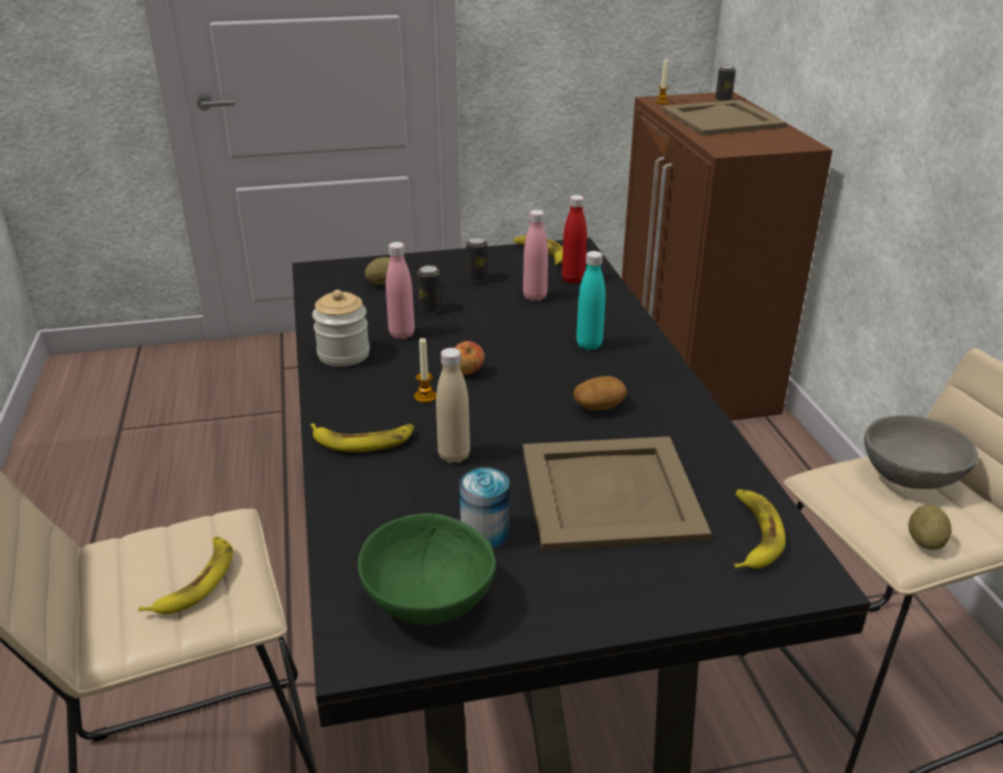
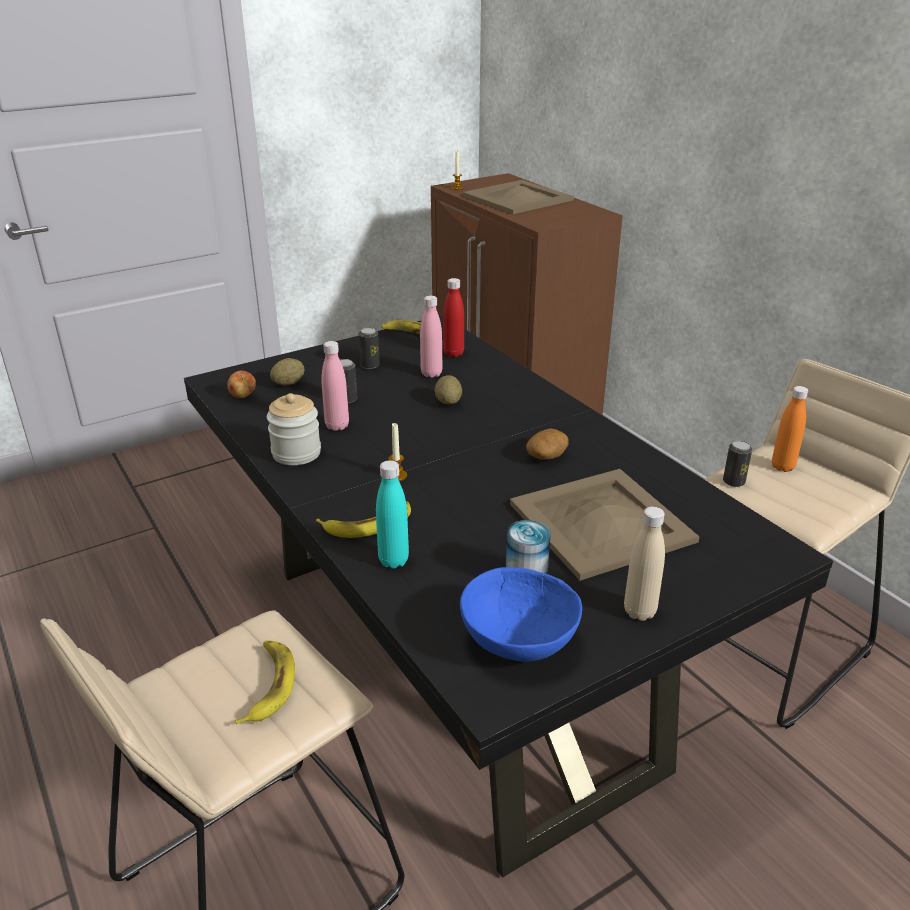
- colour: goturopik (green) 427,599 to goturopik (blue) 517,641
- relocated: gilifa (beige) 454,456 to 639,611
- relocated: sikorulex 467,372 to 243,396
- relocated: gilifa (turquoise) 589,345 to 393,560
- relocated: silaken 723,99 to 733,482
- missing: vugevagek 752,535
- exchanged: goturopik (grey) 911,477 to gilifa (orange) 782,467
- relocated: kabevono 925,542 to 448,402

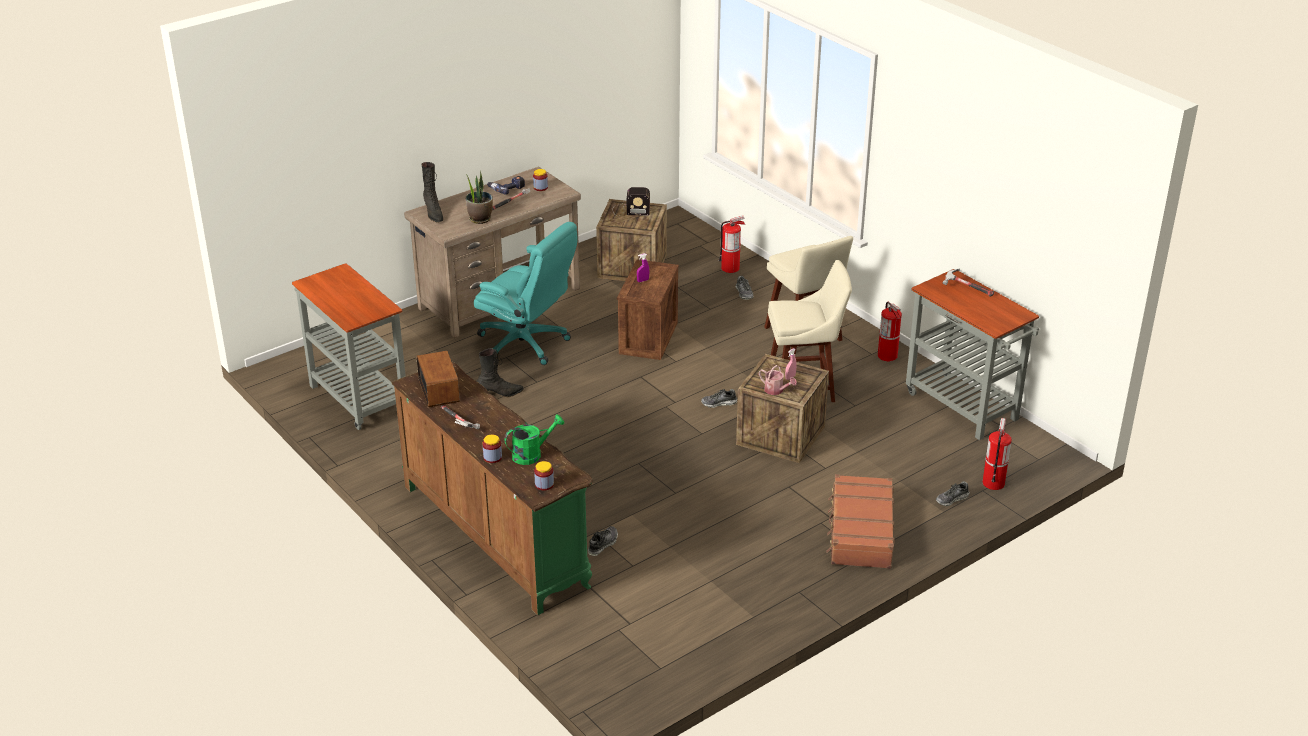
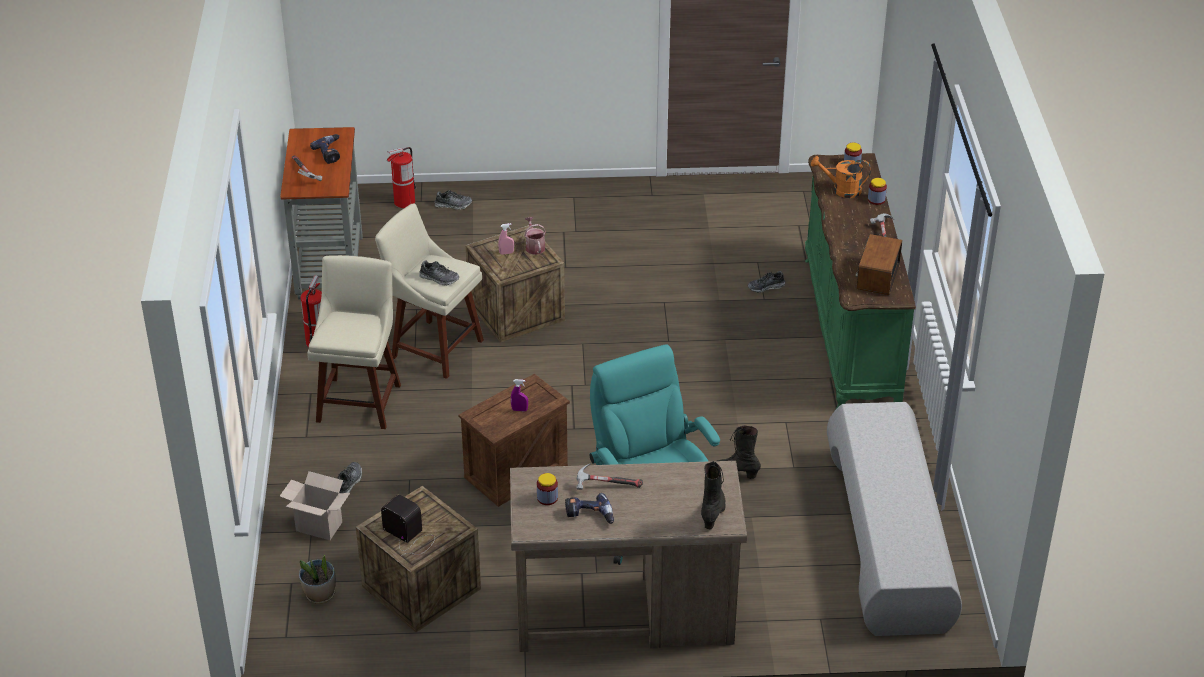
- exchanged: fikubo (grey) 357,398 to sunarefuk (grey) 888,537
- relocated: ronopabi 480,218 to 320,595
- colour: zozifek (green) 532,454 to zozifek (orange) 841,190
- relocated: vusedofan 719,403 to 439,279
- exchanged: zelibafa 730,268 to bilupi 317,527
- missing: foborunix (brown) 860,532
- appeared: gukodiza 331,153

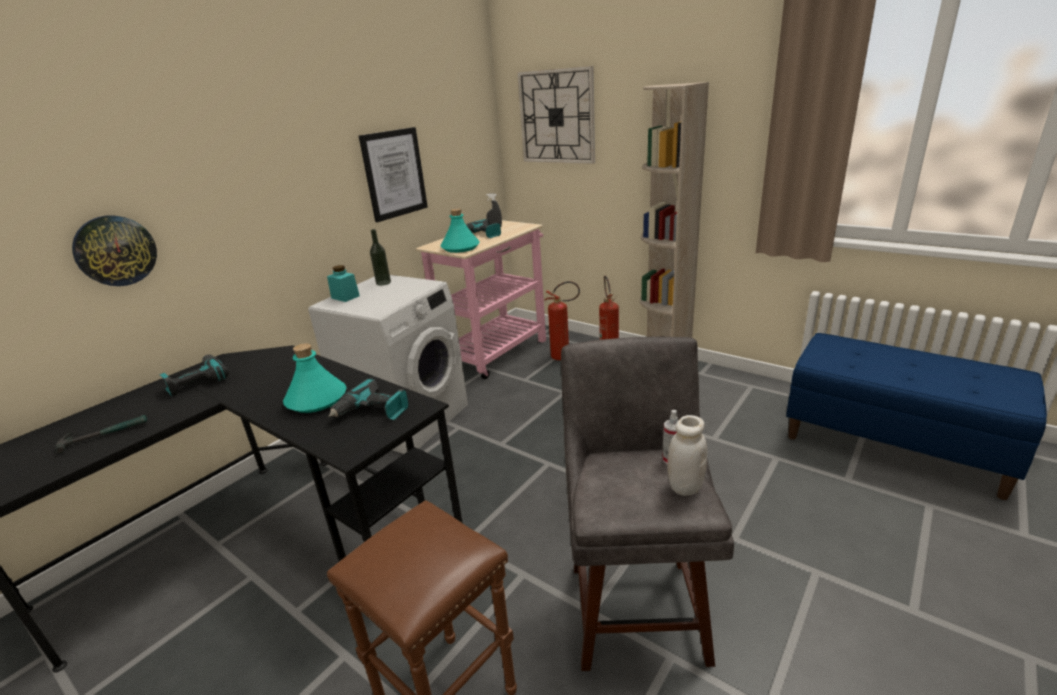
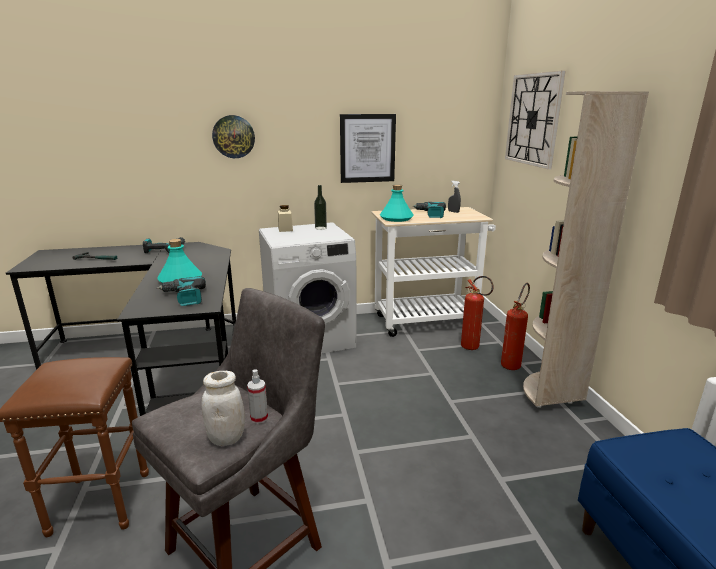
- relocated: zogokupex 115,250 to 233,136
- colour: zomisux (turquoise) 345,297 to zomisux (beige) 285,229
- colour: fikubo (pink) 496,353 to fikubo (white) 426,322

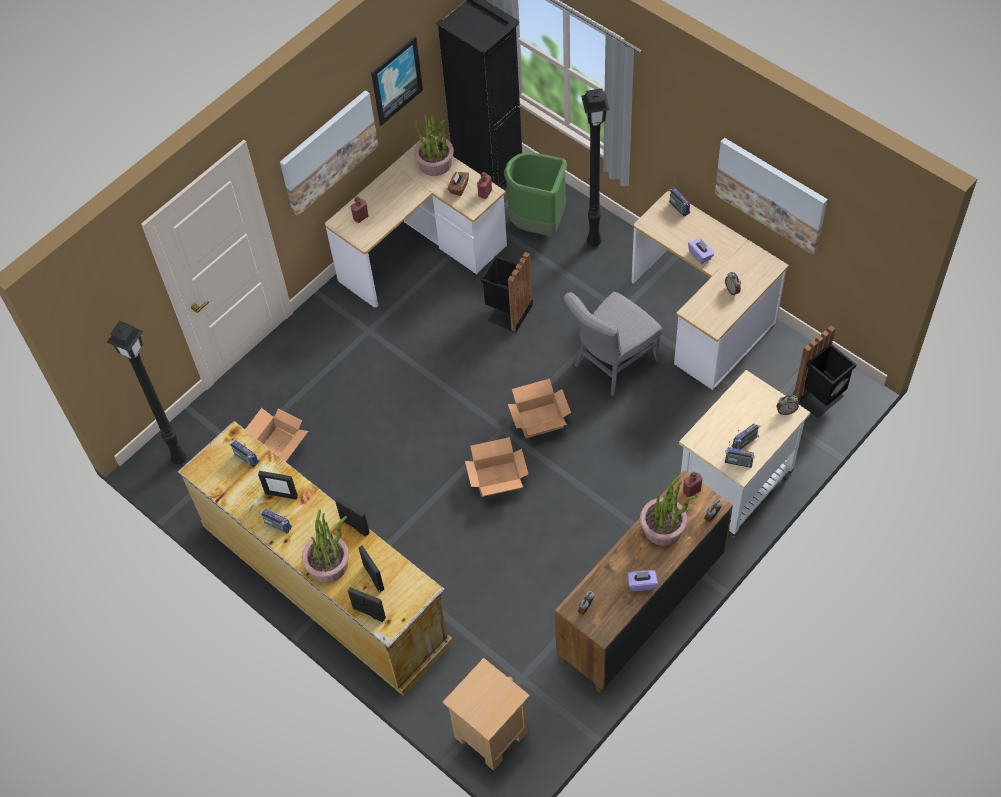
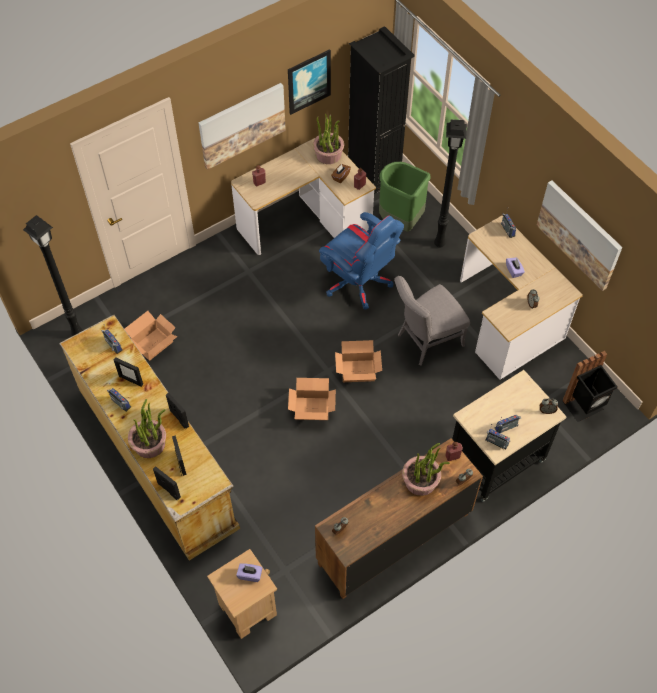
- exchanged: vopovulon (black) 507,312 to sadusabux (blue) 357,282
- relocated: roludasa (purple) 642,584 to 250,575
- colour: fikubo (white) 735,489 to fikubo (black) 496,462

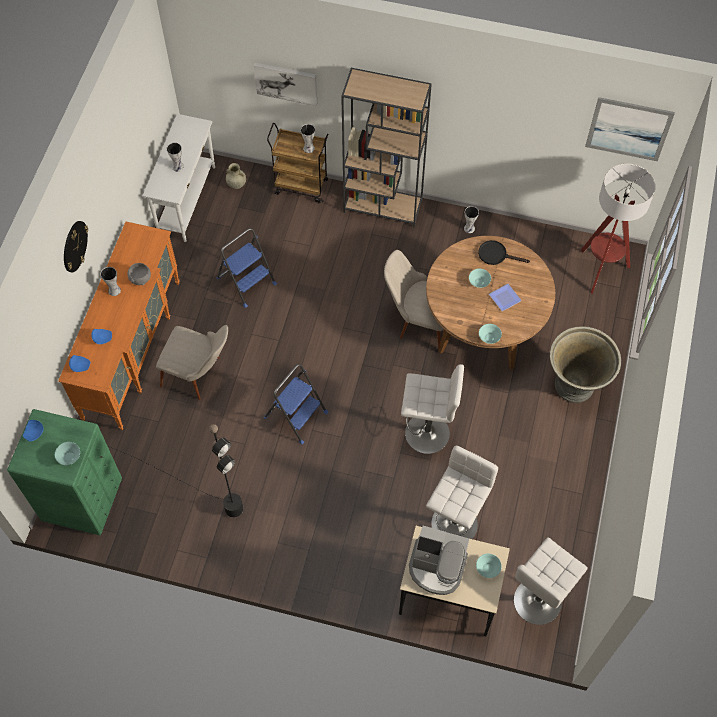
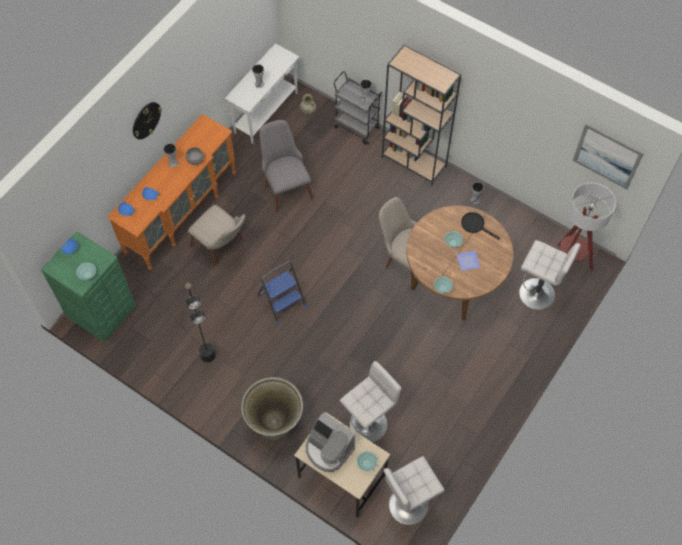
- exchanged: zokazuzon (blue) 245,279 to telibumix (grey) 285,186
- missing: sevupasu 286,82
- colour: fikubo (brown) 301,187 to fikubo (grey) 357,128
- relocated: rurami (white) 427,434 to 537,294
- relocated: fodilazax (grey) 575,386 to 275,425

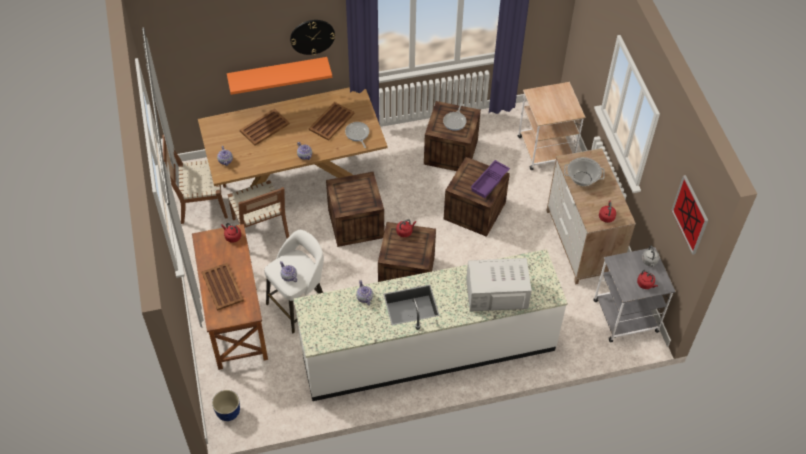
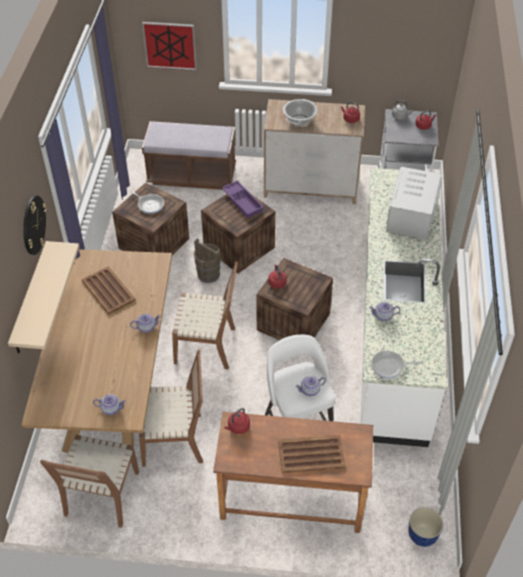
- colour: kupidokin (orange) 278,73 to kupidokin (beige) 30,299
- missing: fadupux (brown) 265,127
- exchanged: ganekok 356,223 to telibumix 208,347
- relocated: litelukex 357,134 to 389,366
- exchanged: fikubo (beige) 546,150 to sunarefuk (brown) 192,176
- relocated: sevupasu 690,214 to 170,45
- appeared: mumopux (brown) 208,274

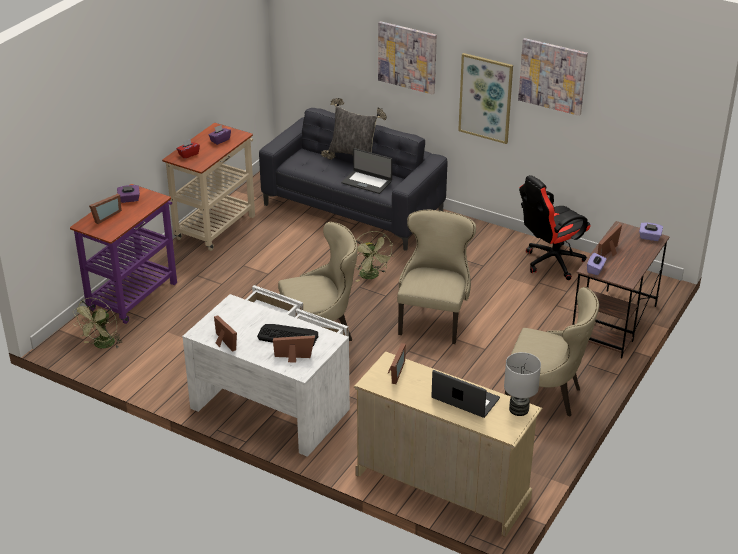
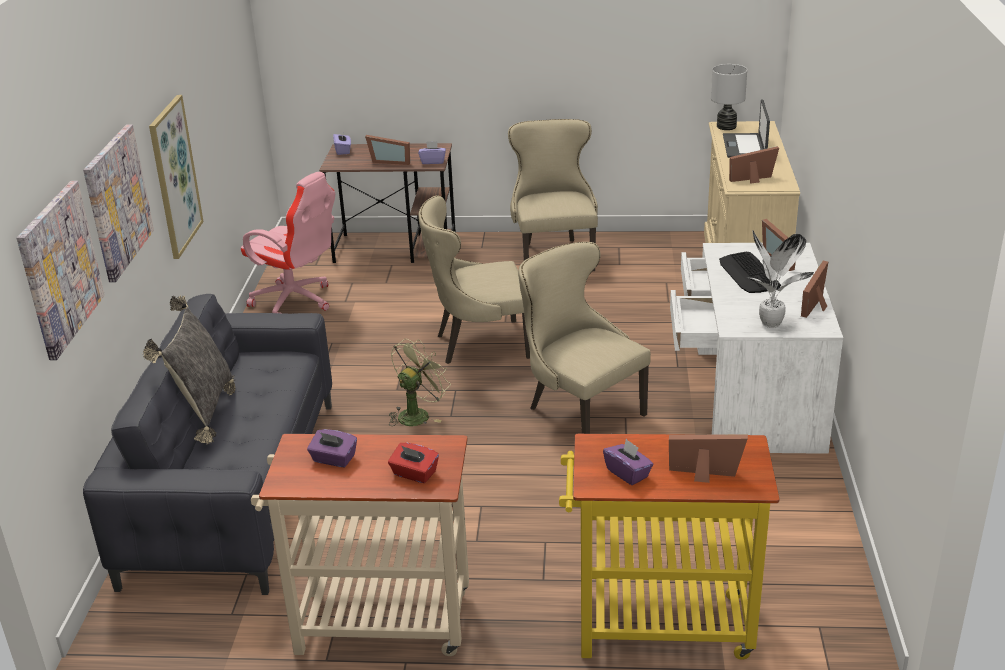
- colour: fikubo (purple) 134,296 to fikubo (yellow) 660,626
- missing: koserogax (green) 102,345
- missing: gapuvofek 367,182
- relocated: sevupasu 552,76 to 59,268
- colour: sadusabux (black) 550,263 to sadusabux (pink) 297,303
- appeared: ronopabi 771,324

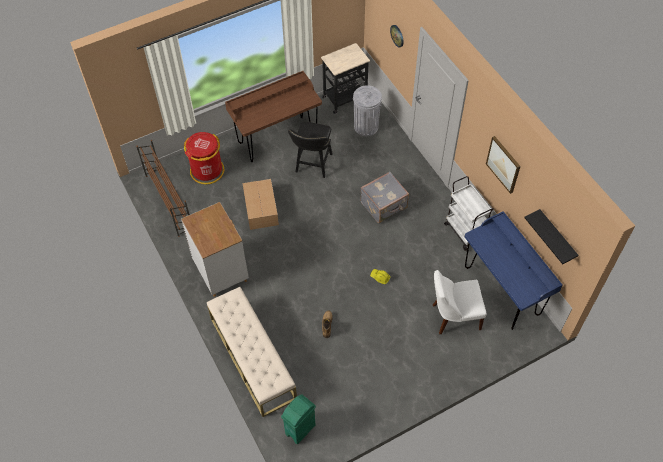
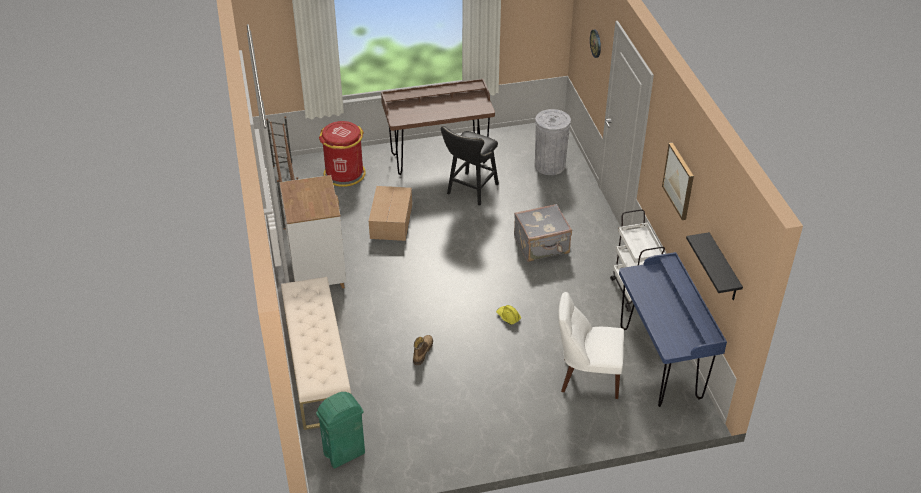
- missing: fikubo 345,98

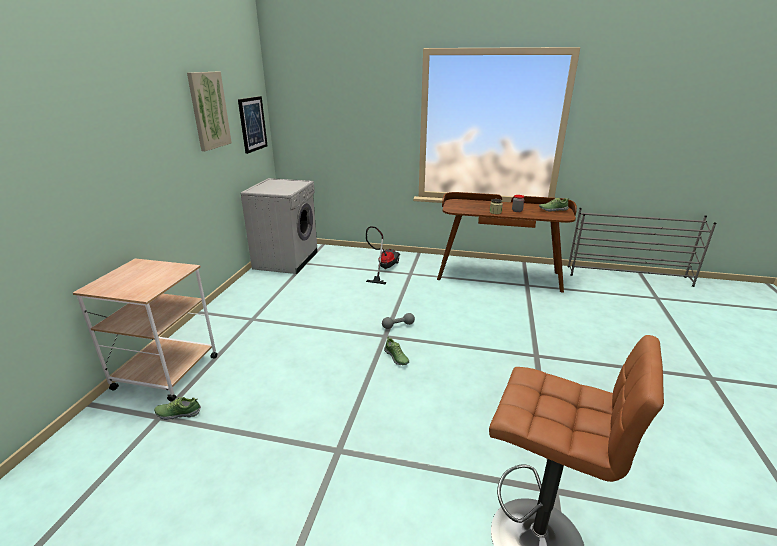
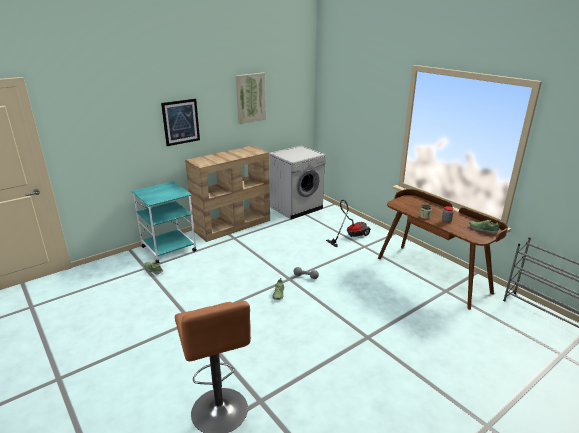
- colour: fikubo (beige) 167,371 to fikubo (turquoise) 169,248
- relocated: sevupasu 252,124 to 180,122
- appeared: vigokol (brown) 232,225

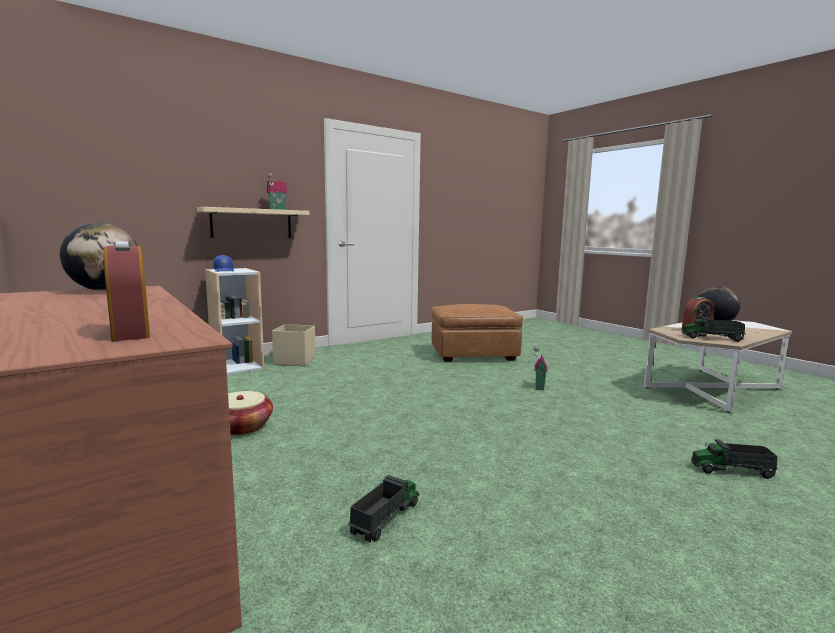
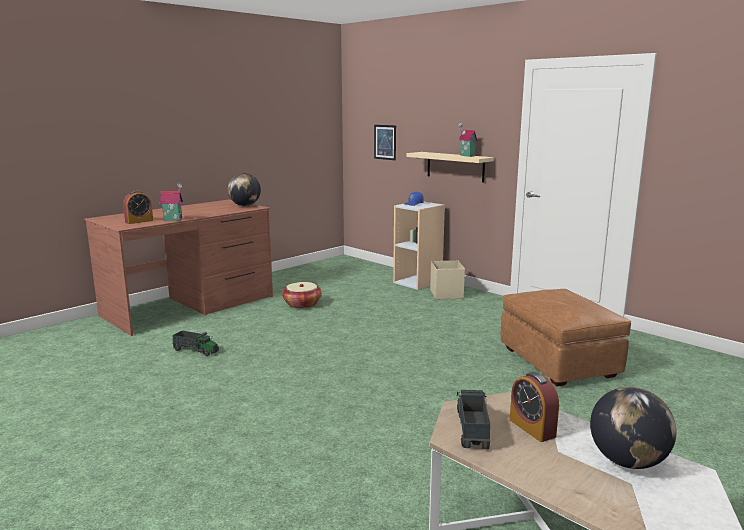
- relocated: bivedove 538,387 to 173,219
- missing: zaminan 731,471
- appeared: sevupasu 385,142

